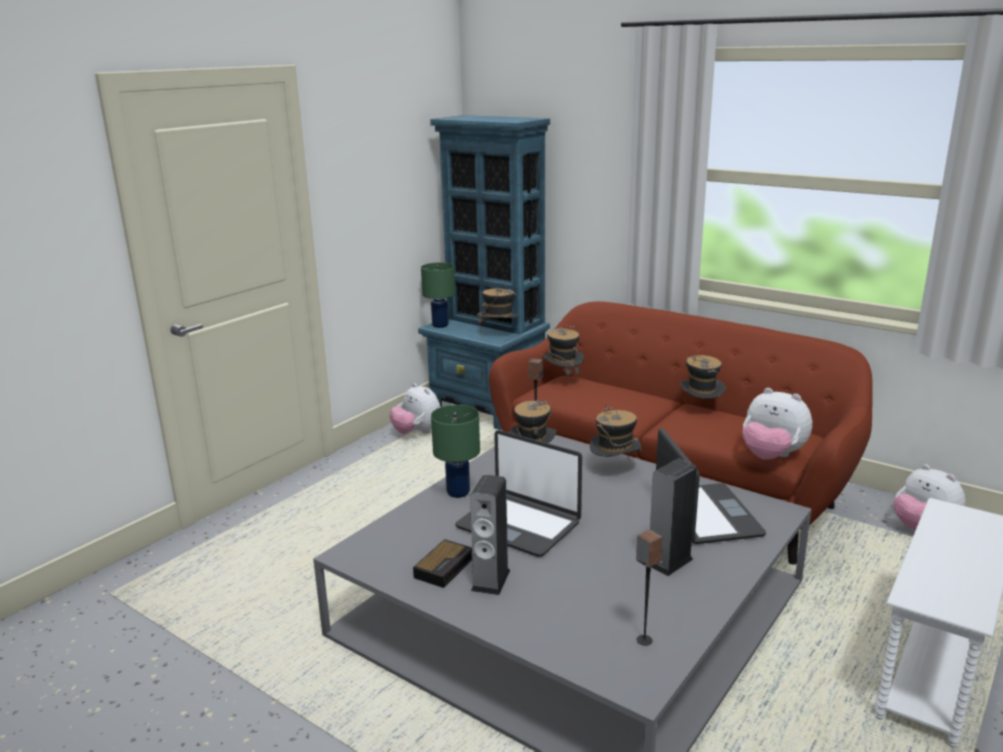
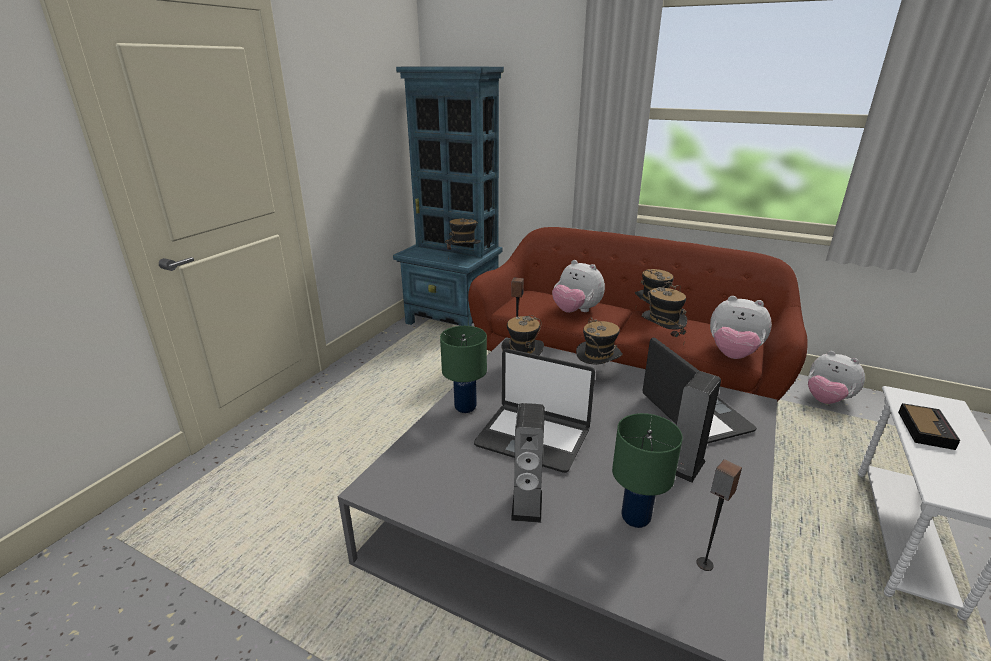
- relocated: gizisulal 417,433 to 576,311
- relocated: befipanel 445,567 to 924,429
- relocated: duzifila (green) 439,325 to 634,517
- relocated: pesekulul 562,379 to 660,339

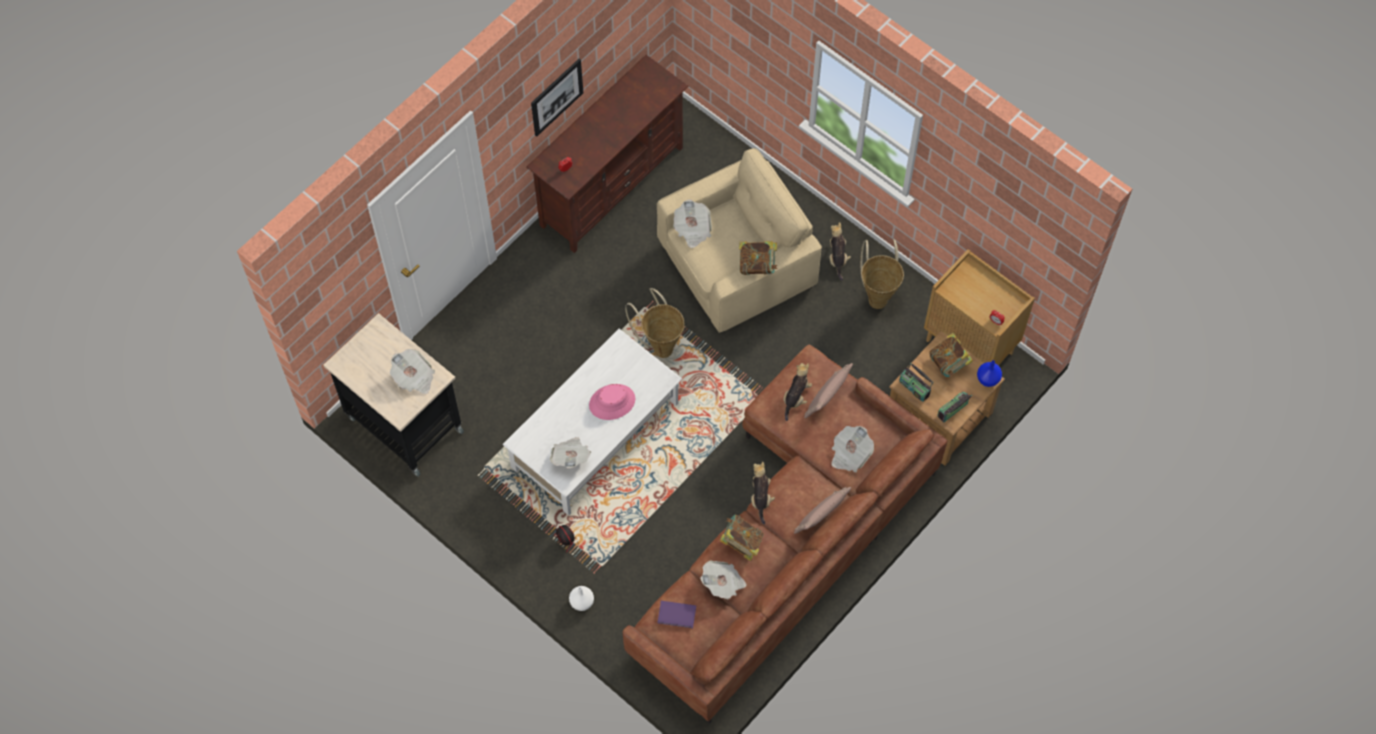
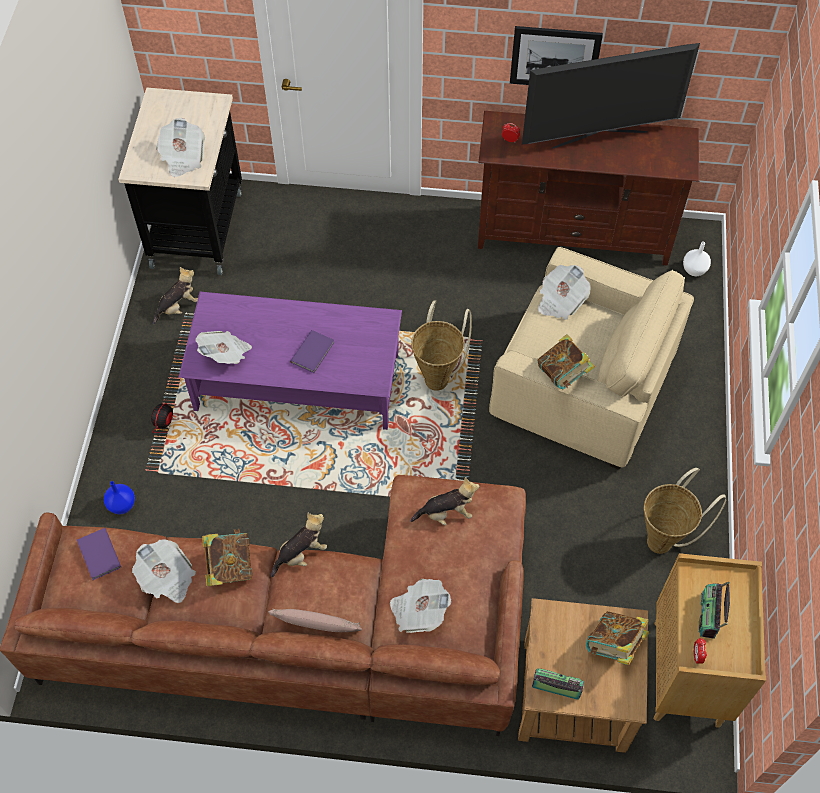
- colour: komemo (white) 595,437 to komemo (purple) 296,382
- relocated: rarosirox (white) 581,602 to 693,269
- exchanged: pesekulul (pink) 612,402 to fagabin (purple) 314,352
- missing: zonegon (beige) 826,399
- relocated: gizisulal 837,258 to 178,307
- relocated: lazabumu 915,387 to 709,615
- relocated: rarosirox (blue) 987,380 to 121,505
- appeared: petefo 599,138

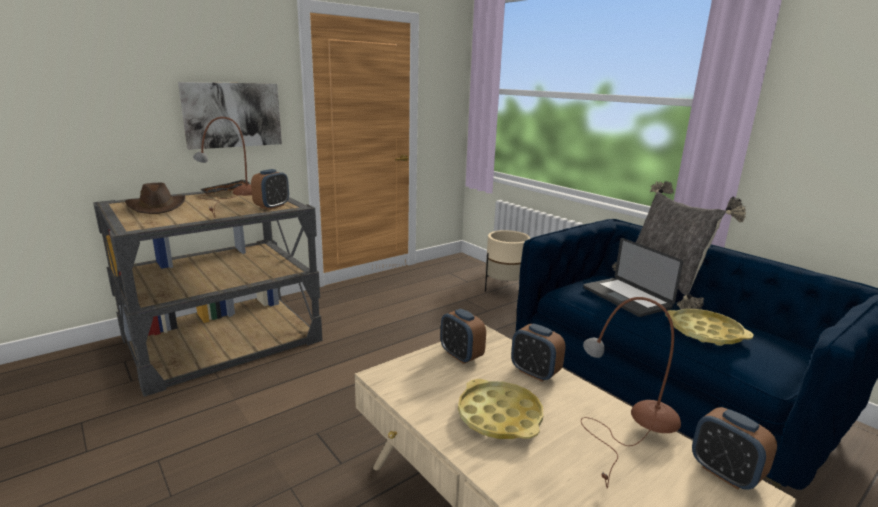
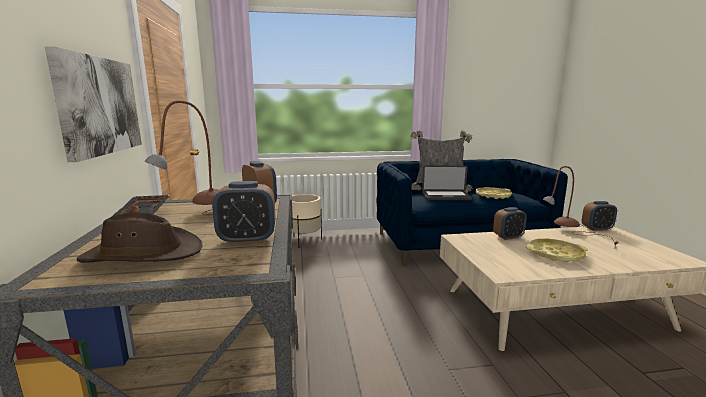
- relocated: befipanel 461,355 to 247,240

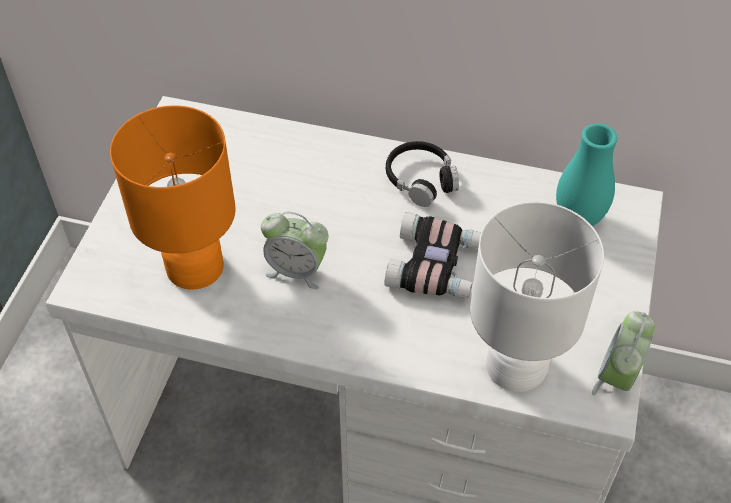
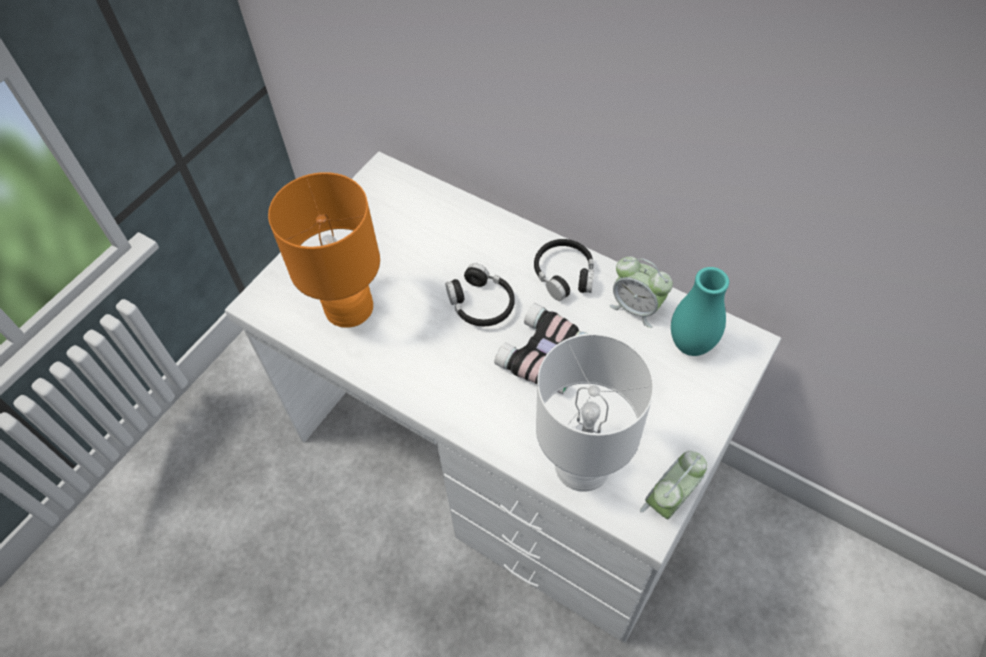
- relocated: befipanel 297,270 to 636,307
- appeared: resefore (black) 481,304

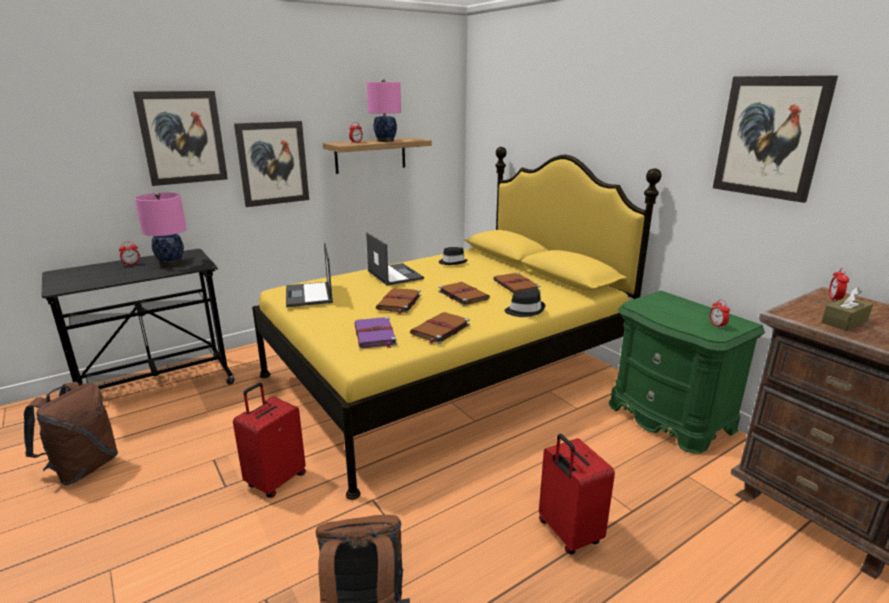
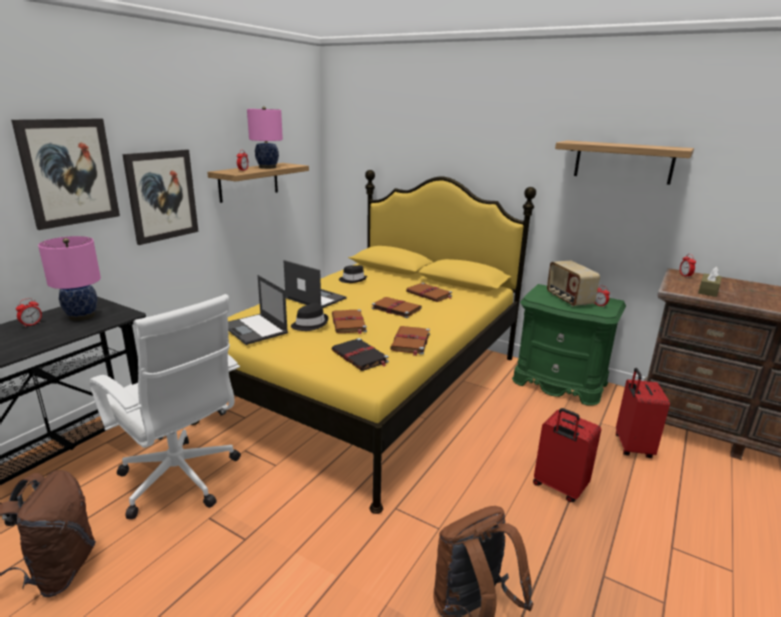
- relocated: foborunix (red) 275,480 to 631,447
- colour: fagabin (purple) 375,335 to fagabin (black) 360,357
- relocated: pesekulul (black) 525,310 to 309,324
- exchanged: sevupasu 770,137 to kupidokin 623,162
- appeared: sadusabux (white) 182,481
- appeared: lazabumu 568,299

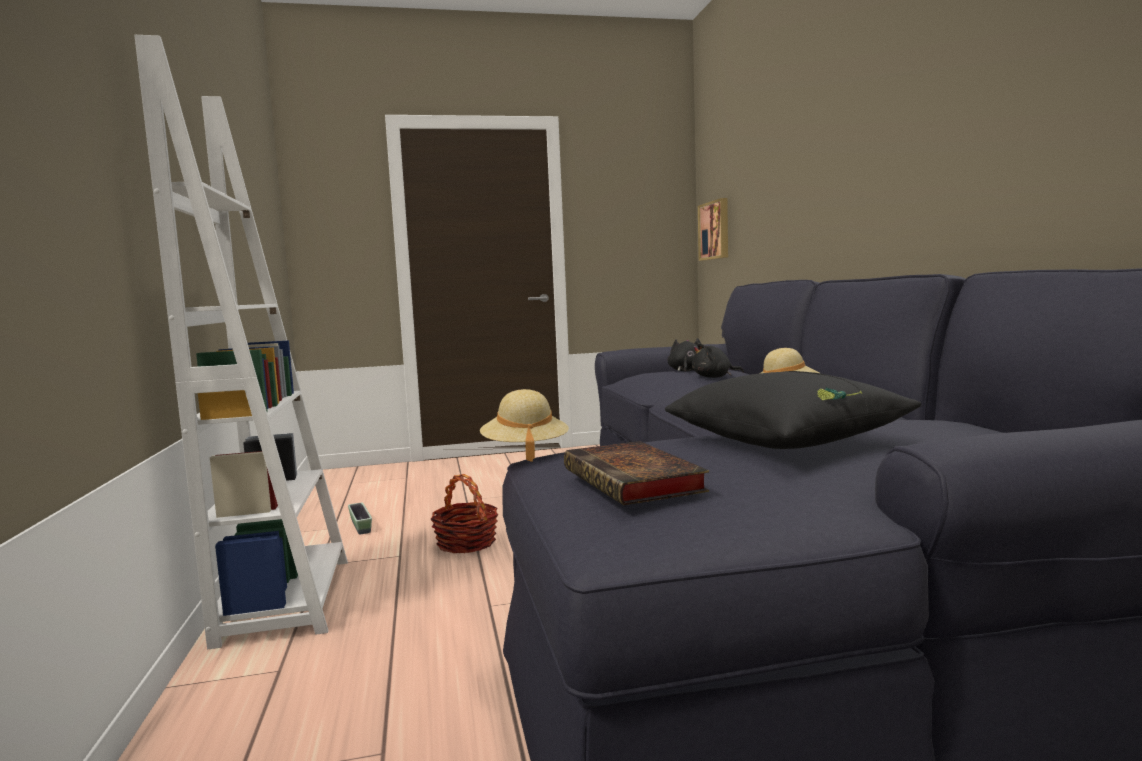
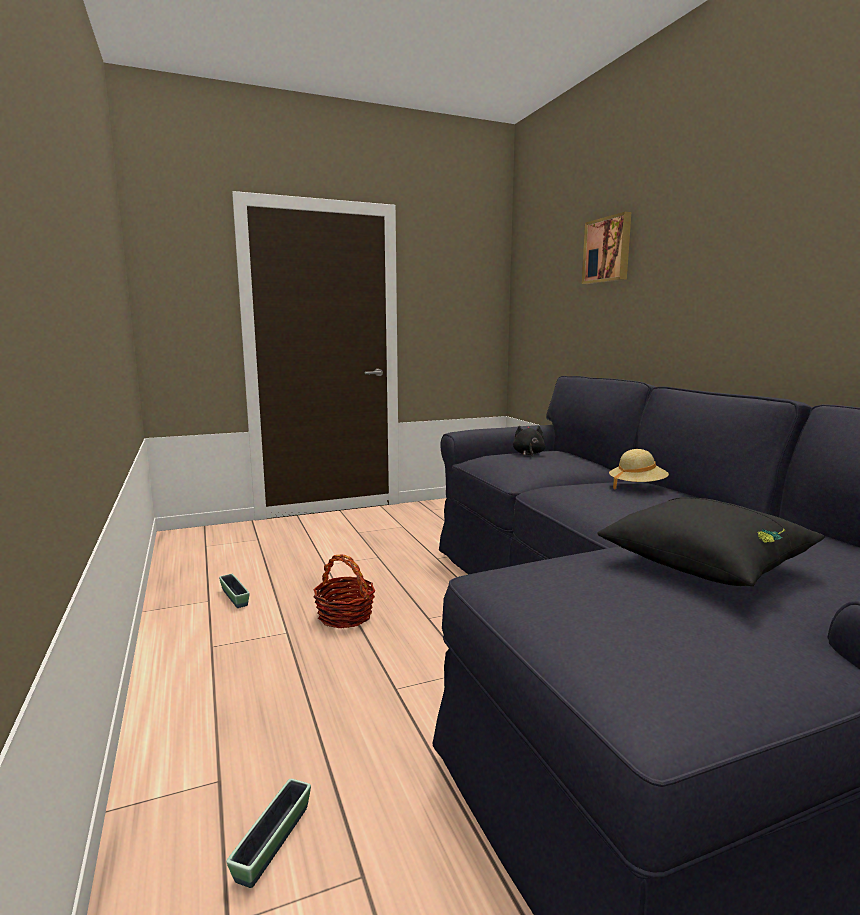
- missing: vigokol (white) 285,600
- missing: pesekulul (beige) 525,451
- missing: fagabin 635,482
- missing: gizisulal (black) 714,377
- relocated: sevupasu 715,230 to 608,250
- appeared: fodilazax 273,842

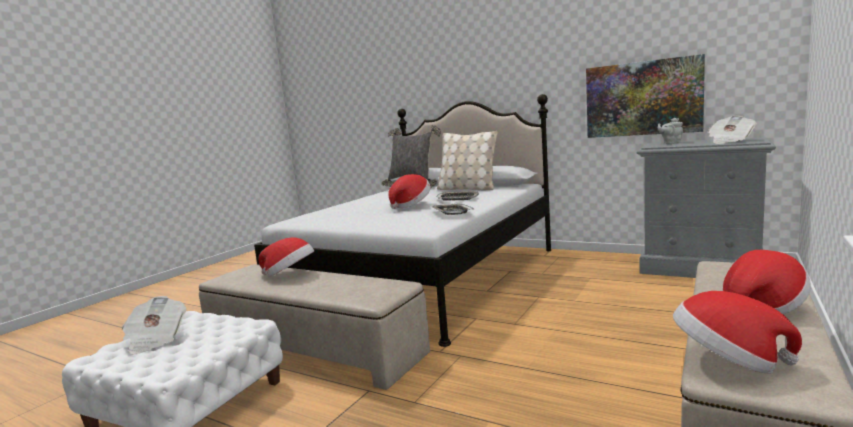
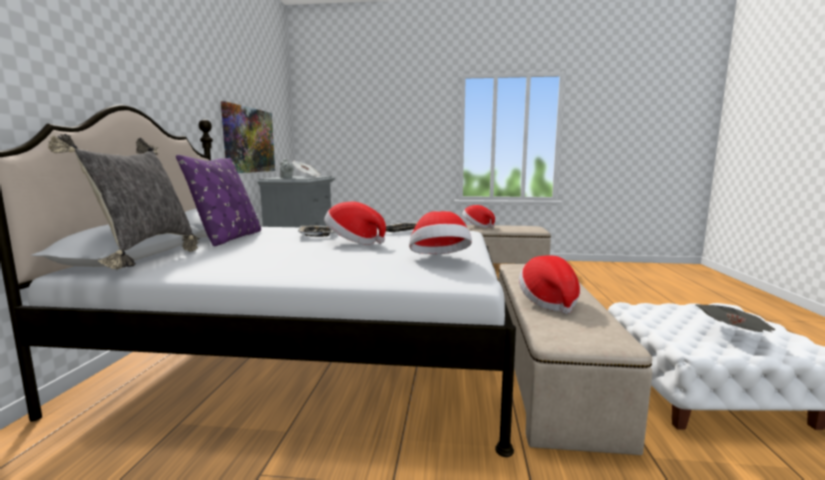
- colour: zonegon (beige) 467,189 to zonegon (purple) 229,238
- relocated: pesekulul 728,362 to 439,259

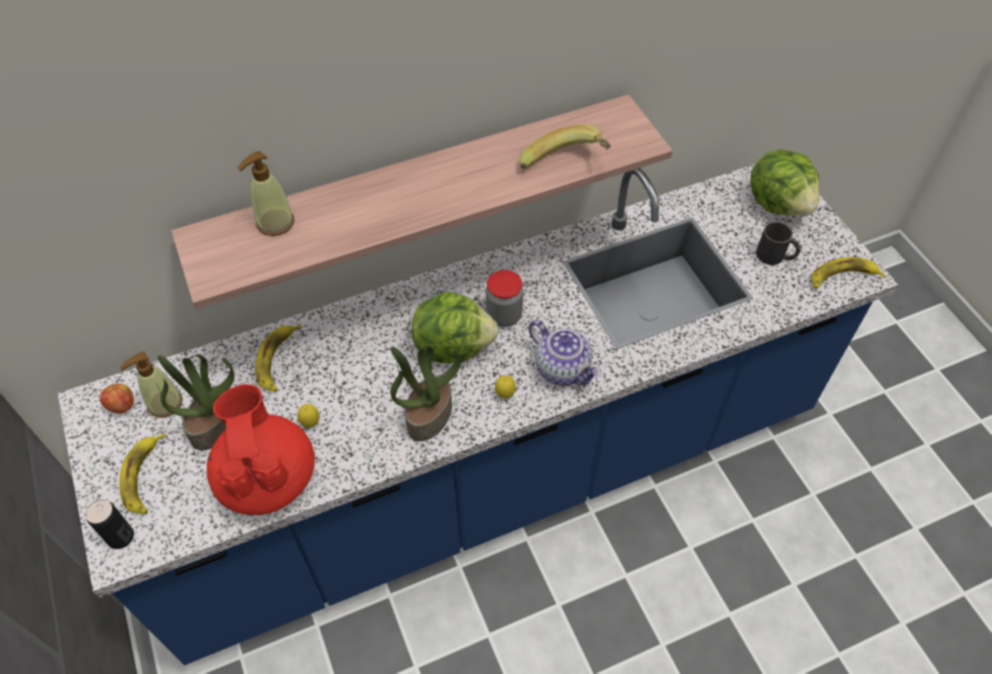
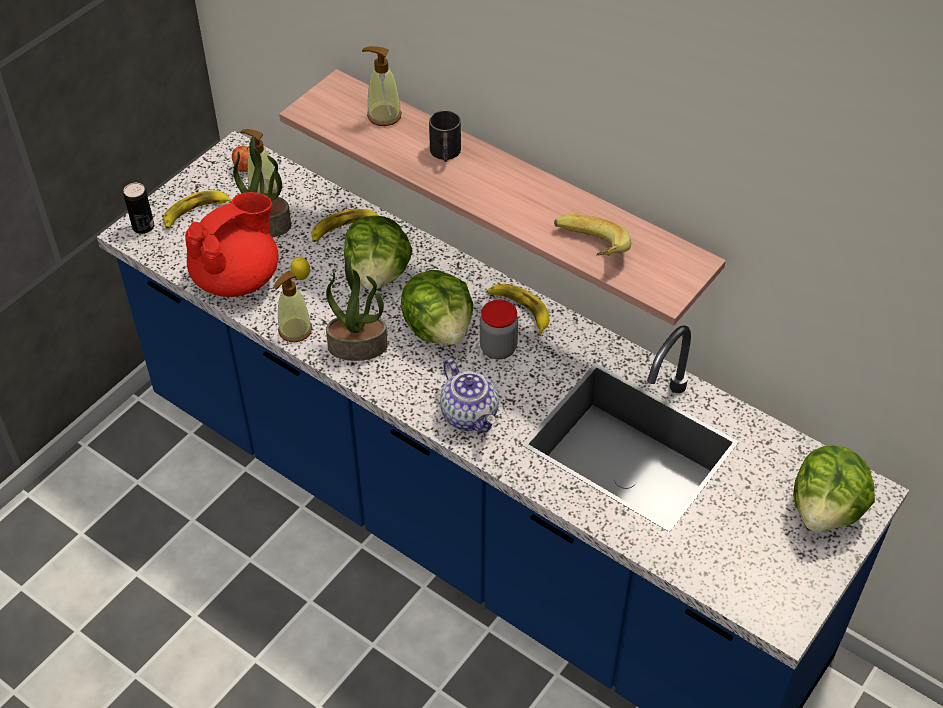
- missing: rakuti 505,395
- spun: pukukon 563,368 = 470,415 45 degrees counterclockwise
- relocated: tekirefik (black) 775,256 to 445,154
- relocated: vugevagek 842,277 to 519,310
- appeared: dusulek 295,330
- appeared: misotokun 378,274

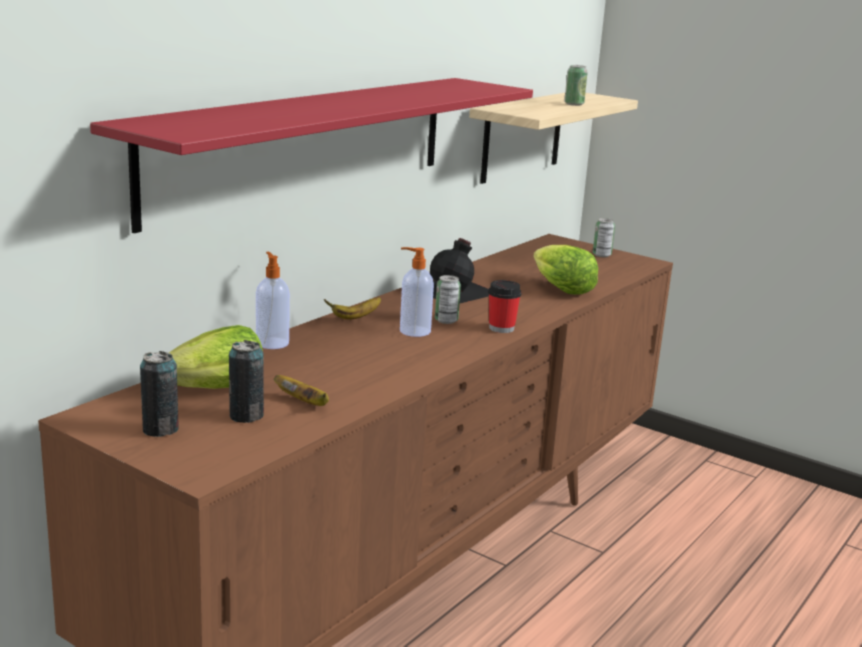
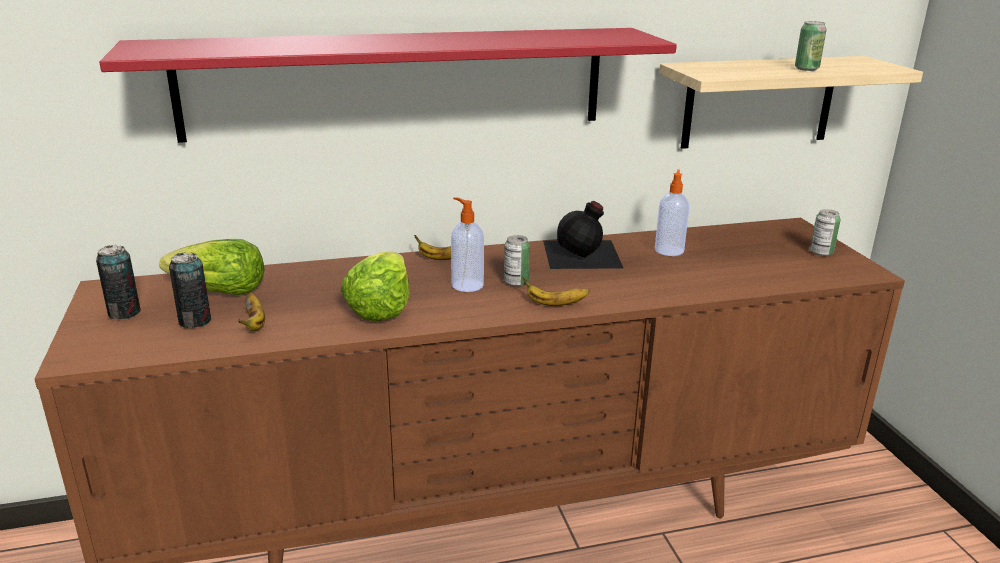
- relocated: dusulek 272,343 to 669,250
- exchanged: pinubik 501,328 to vugevagek 554,304
- relocated: misotokun 560,288 to 380,307

